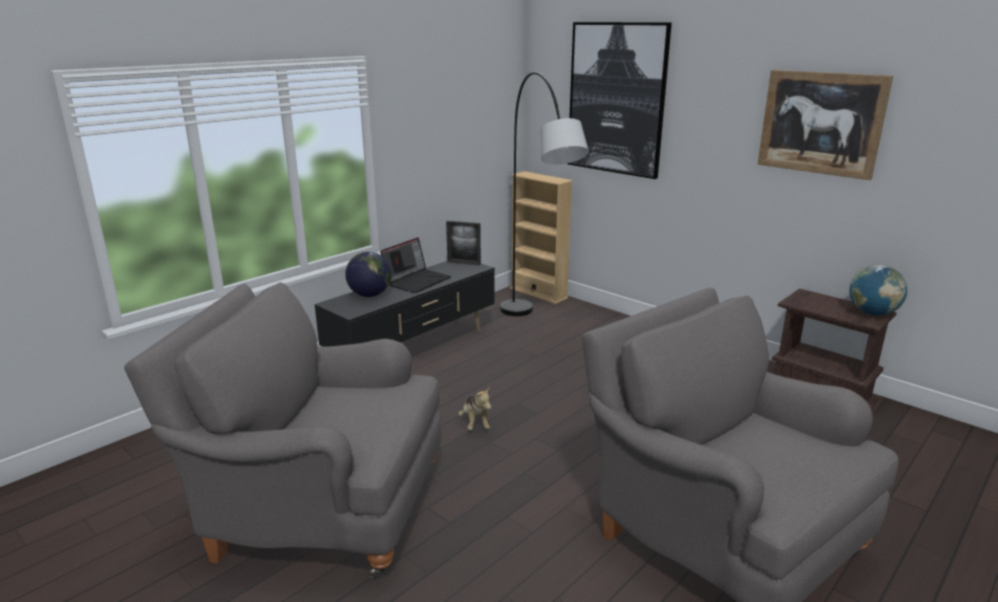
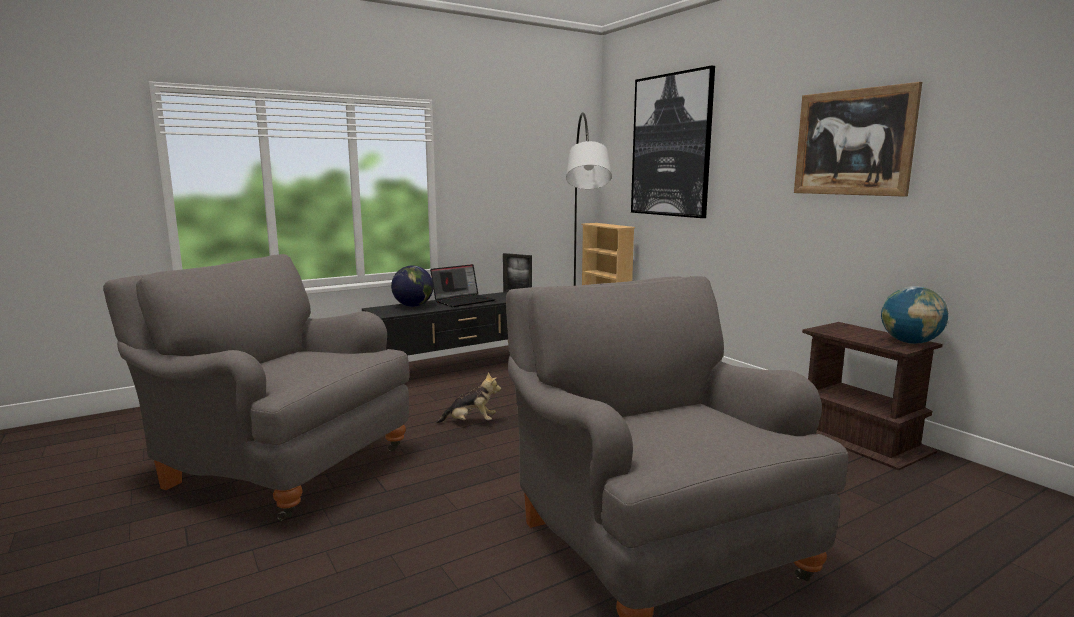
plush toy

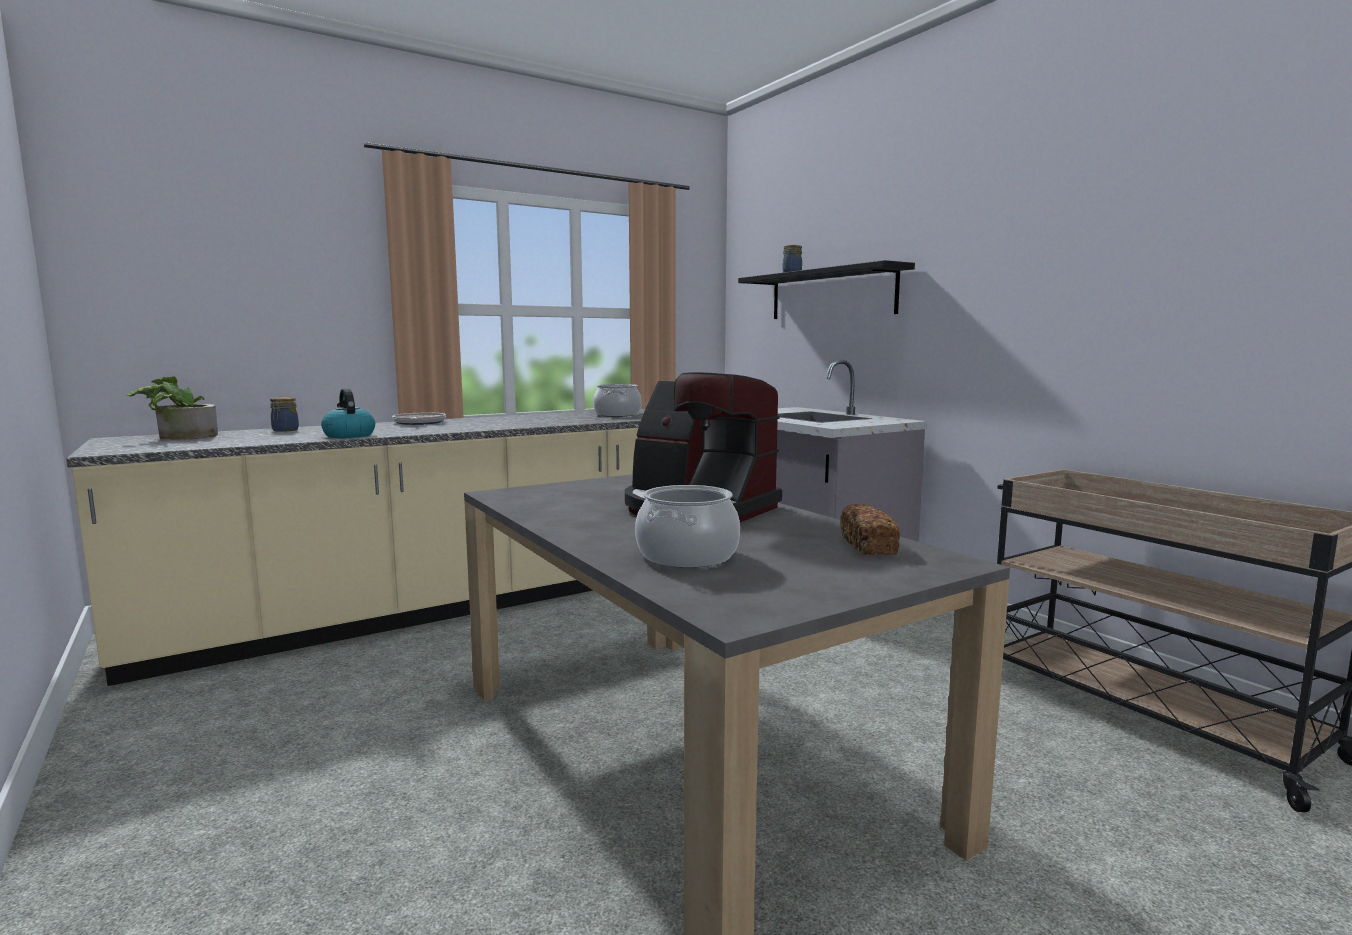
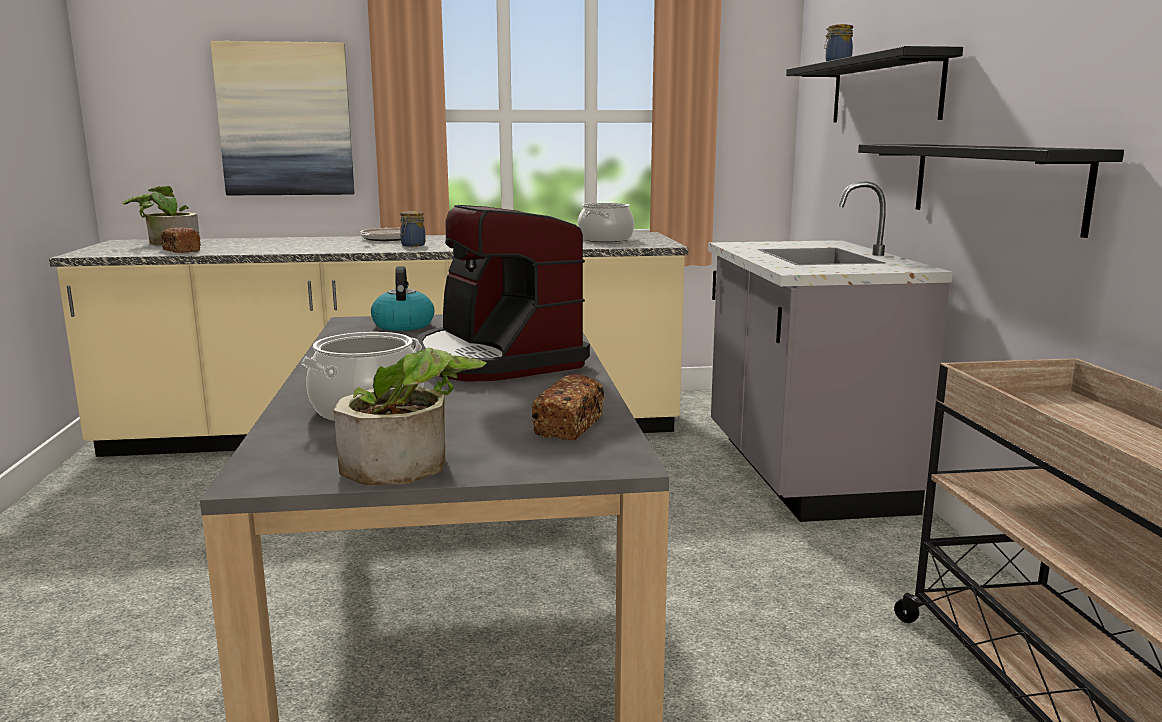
bread (1st from left)
picture
potted plant (2nd from left)
black shelf (2nd from left)
jar (1st from left)
kettle

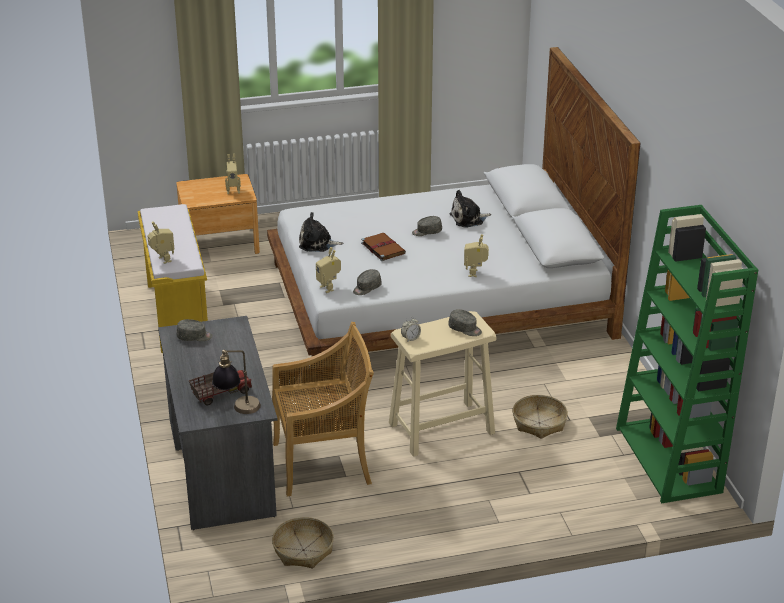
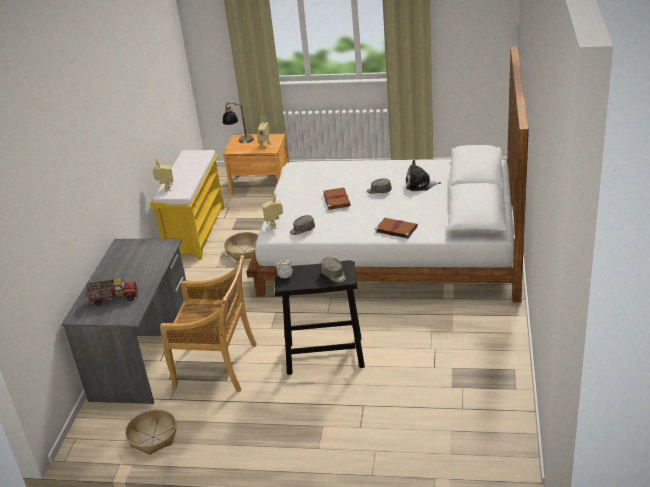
grey cap (1st from left in the first image)
plush toy (1st from left in the first image)
green bookcase
table lamp
basket (2nd from left)
brown book (2nd from left)
black stool

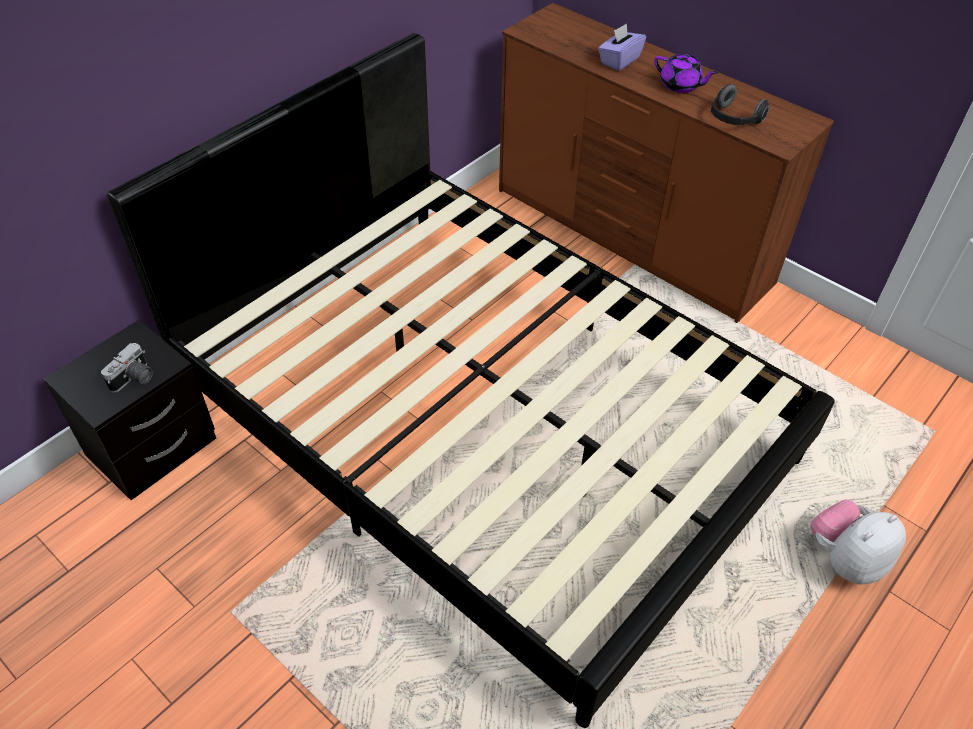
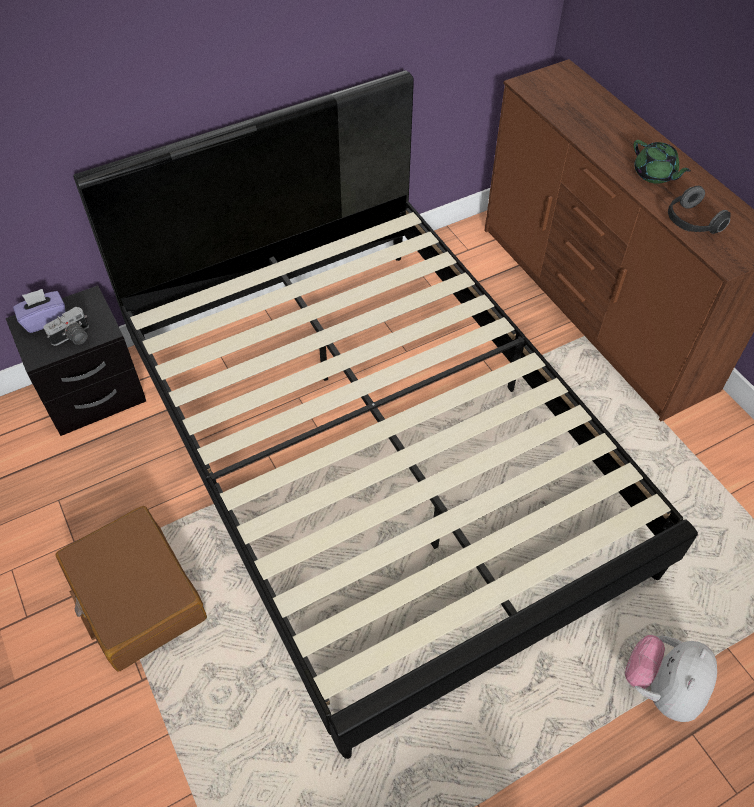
brown suitcase
purple tissue box
green teapot
plush toy

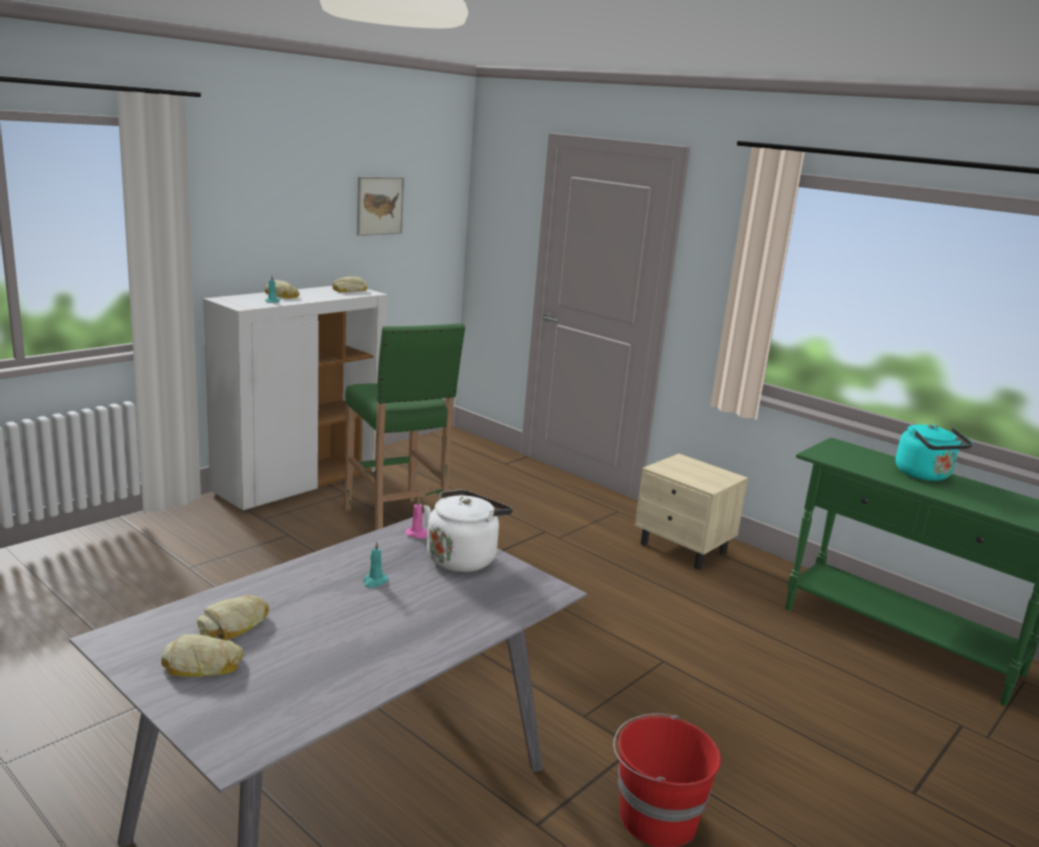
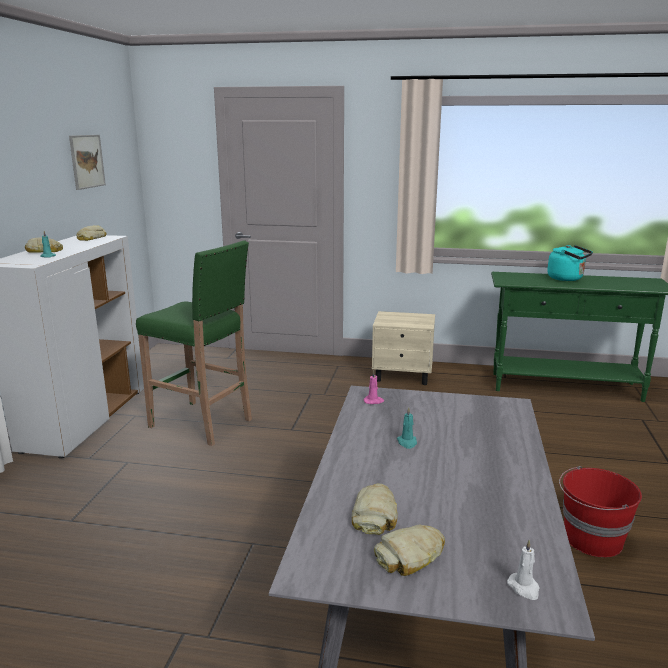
white kettle
white candle

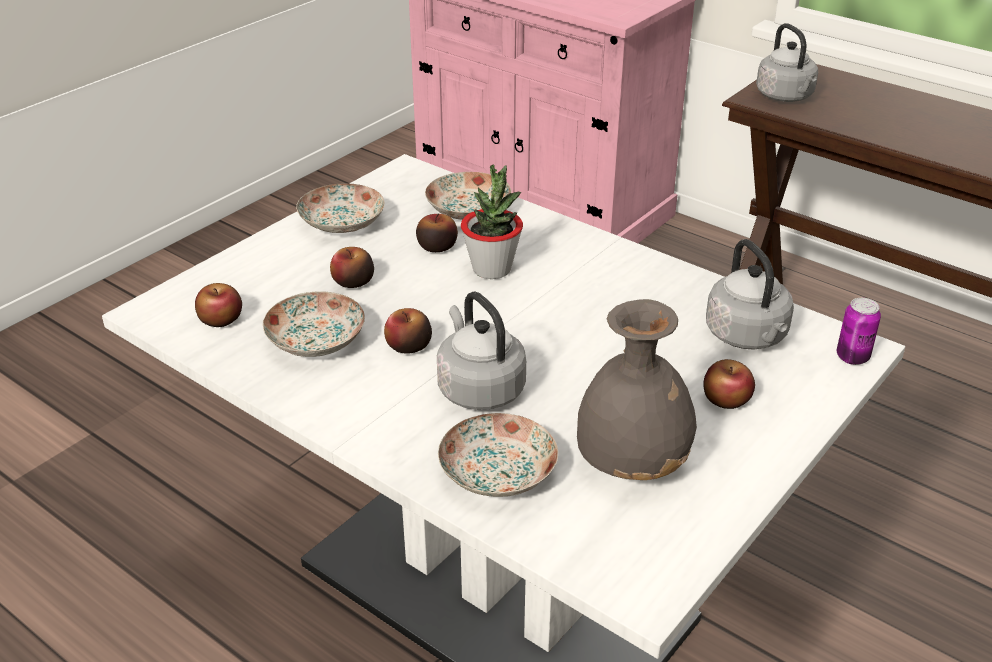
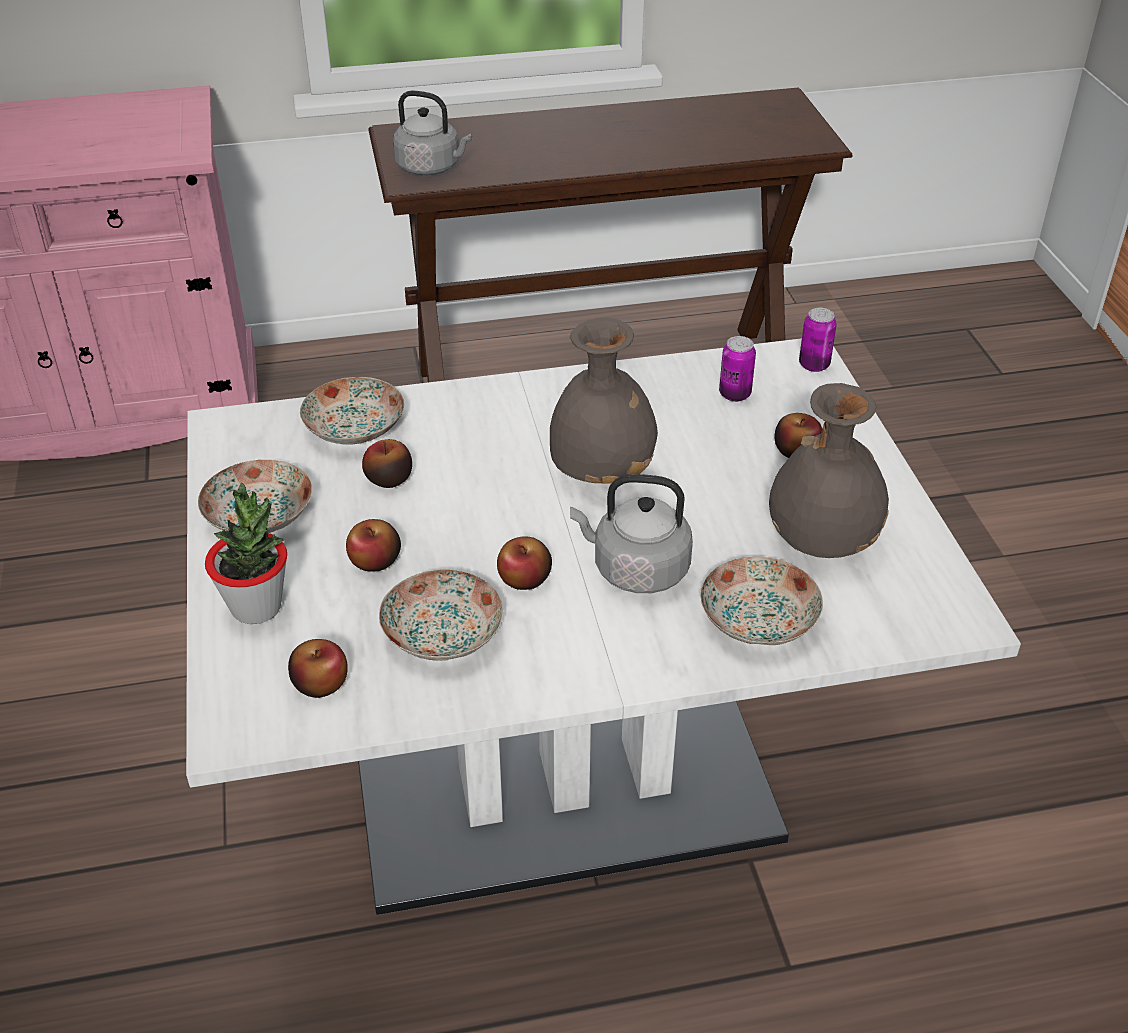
grey vase (1st from left)
potted plant
can (1st from left)

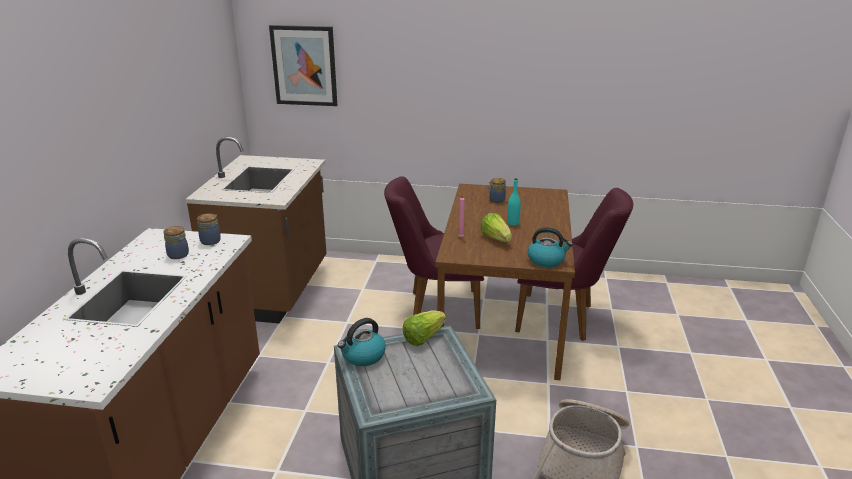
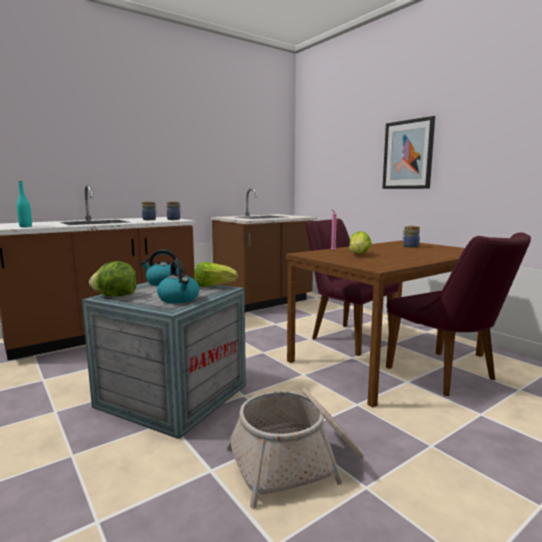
lettuce (1st from left)
picture
turquoise bottle
kettle (2nd from left)

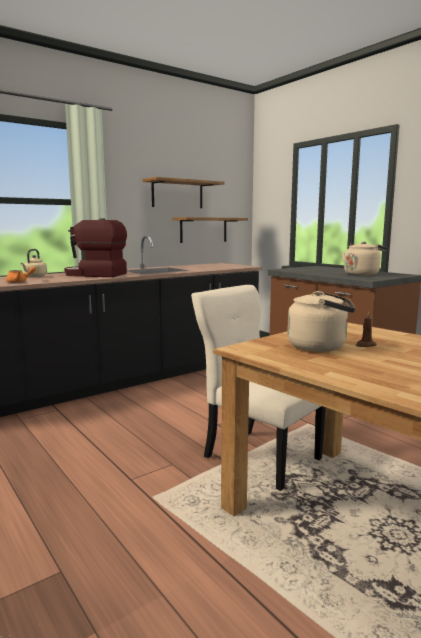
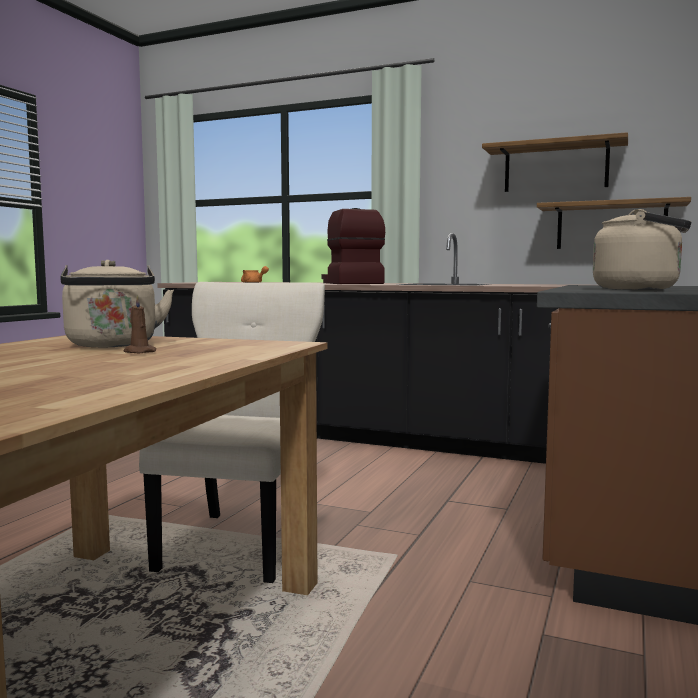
beige kettle (1st from left in the first image)

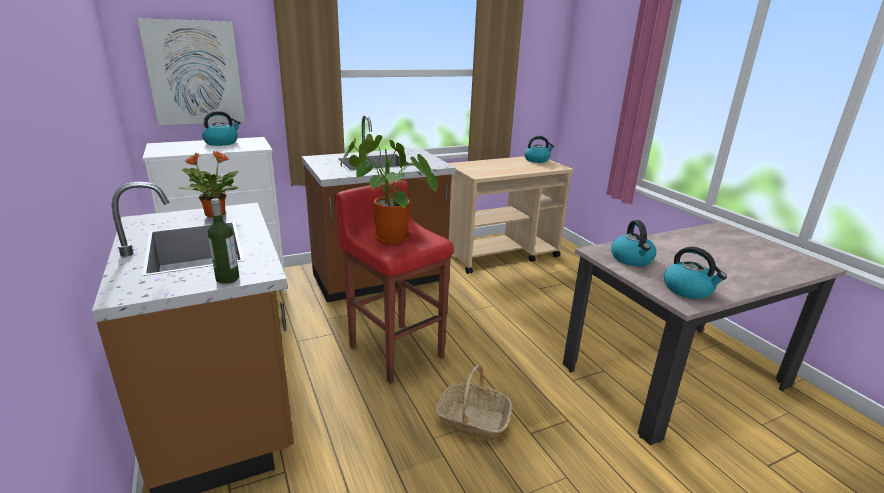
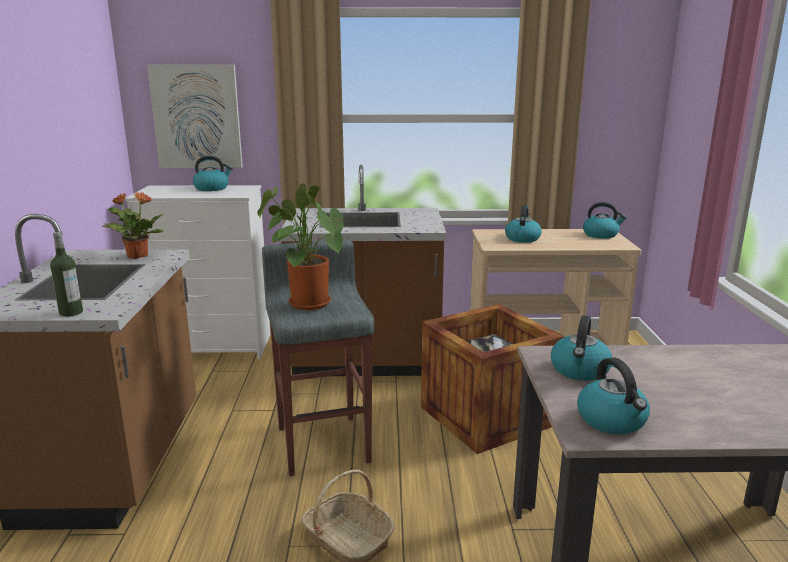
crate
kettle (2nd from left)
grey stool

